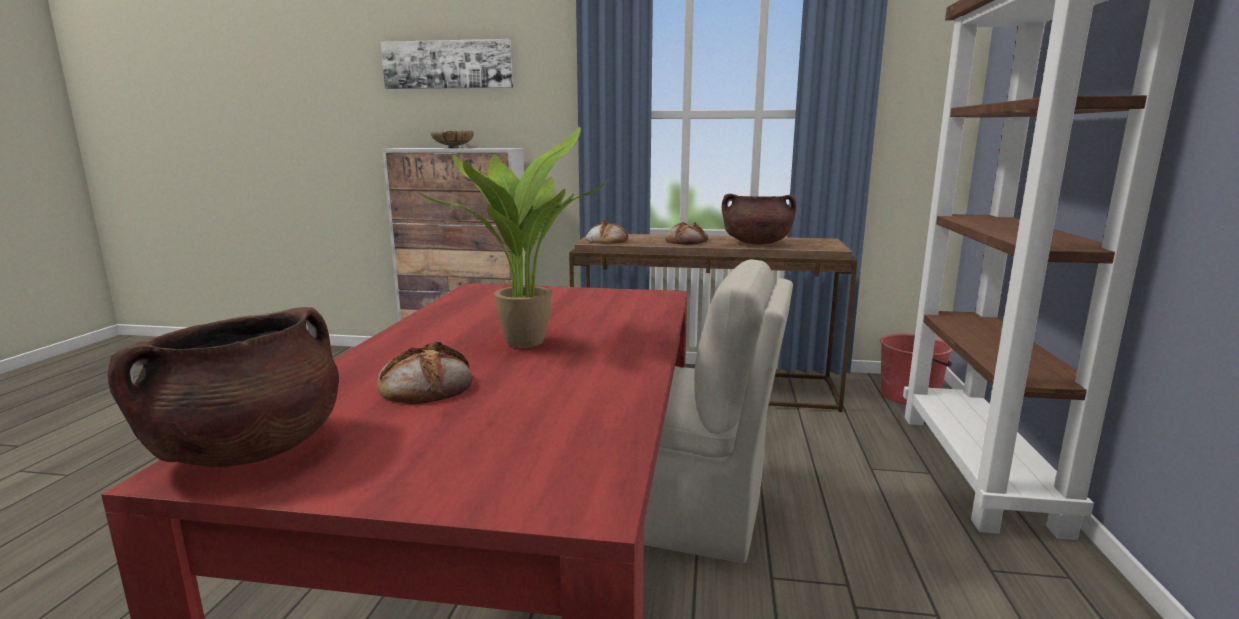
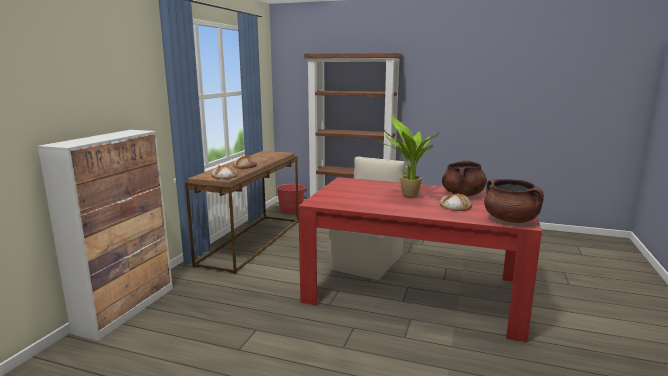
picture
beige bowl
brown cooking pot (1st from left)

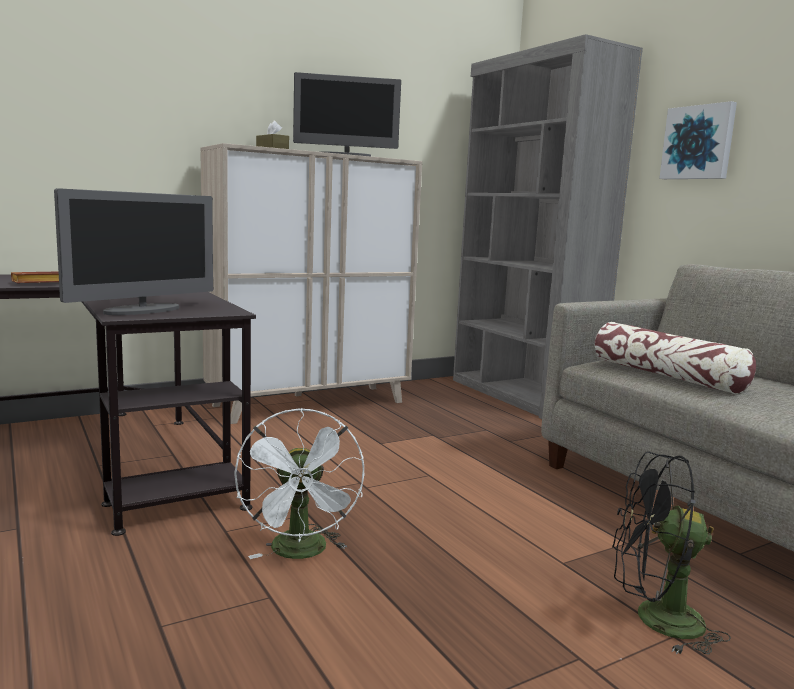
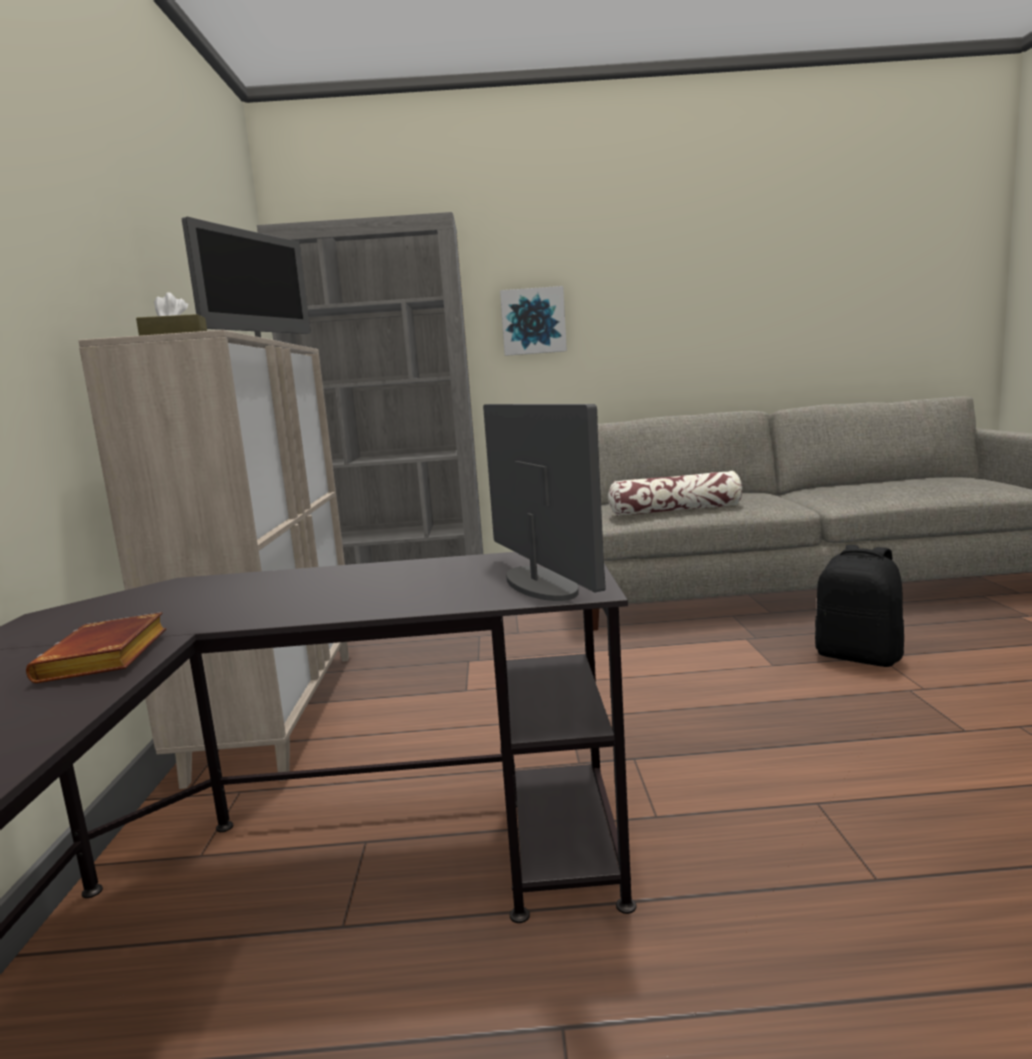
white fan
black backpack

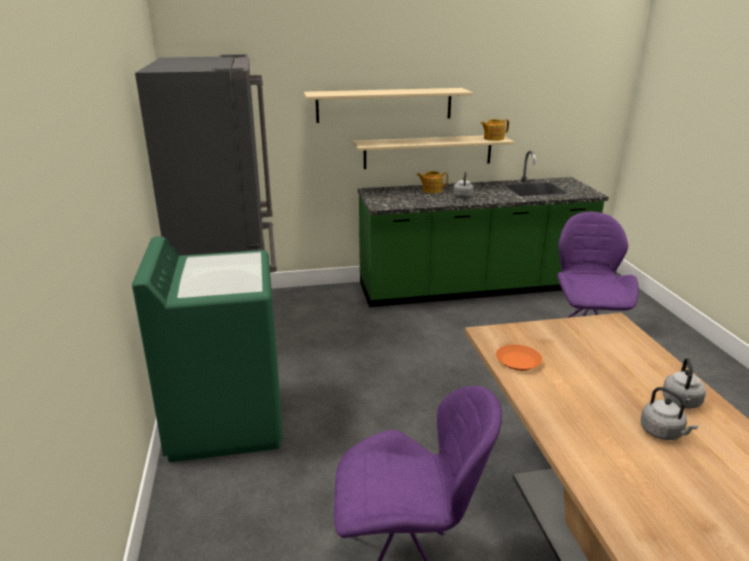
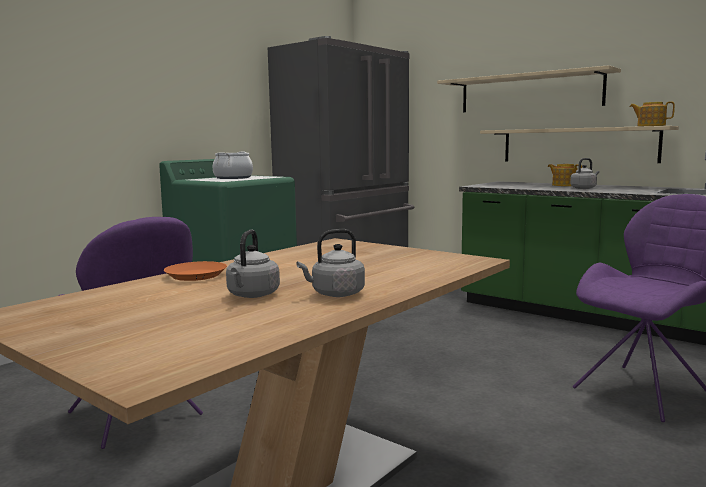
cooking pot
orange plate

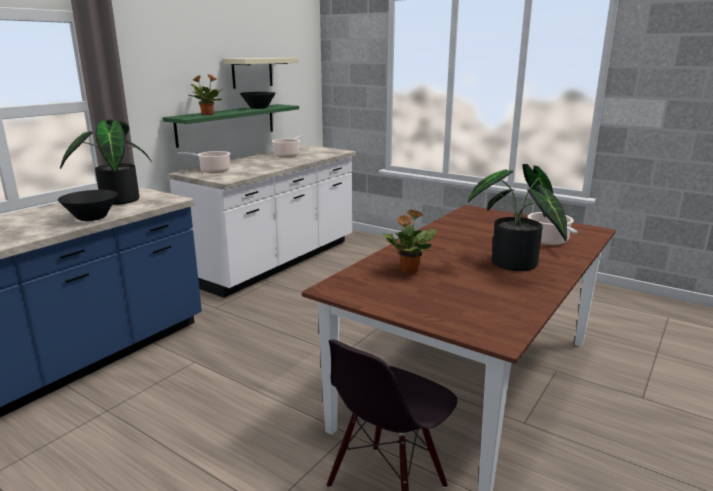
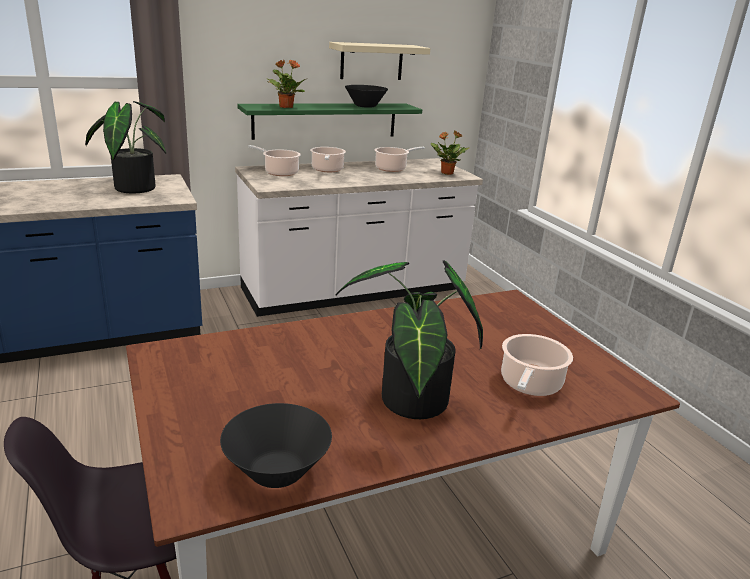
cooking pot (2nd from left)
black bowl (1st from left)
potted plant (4th from left)

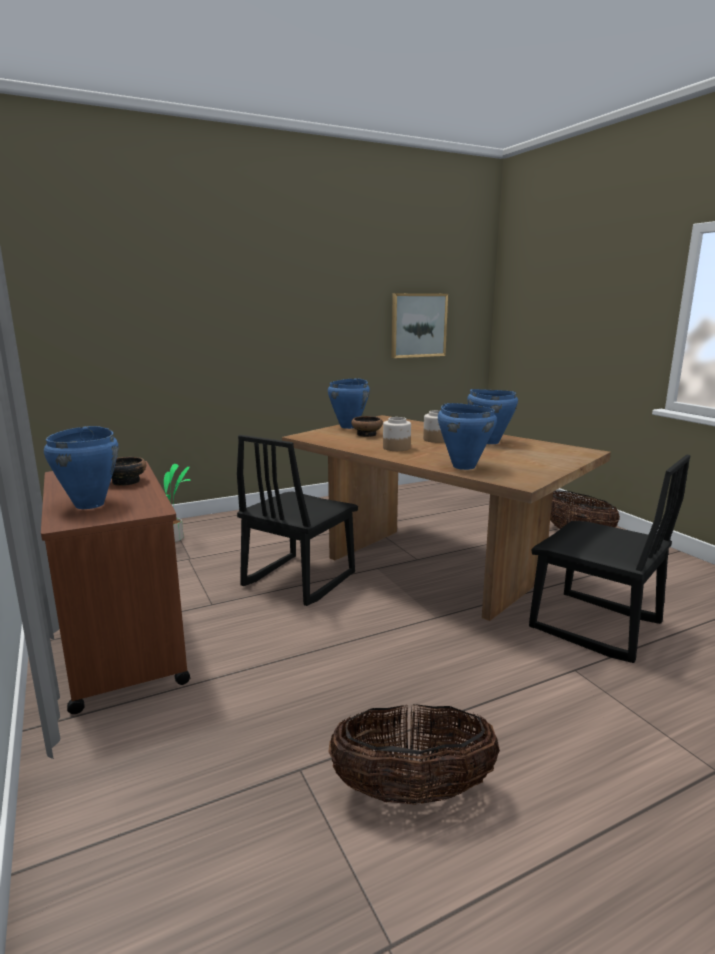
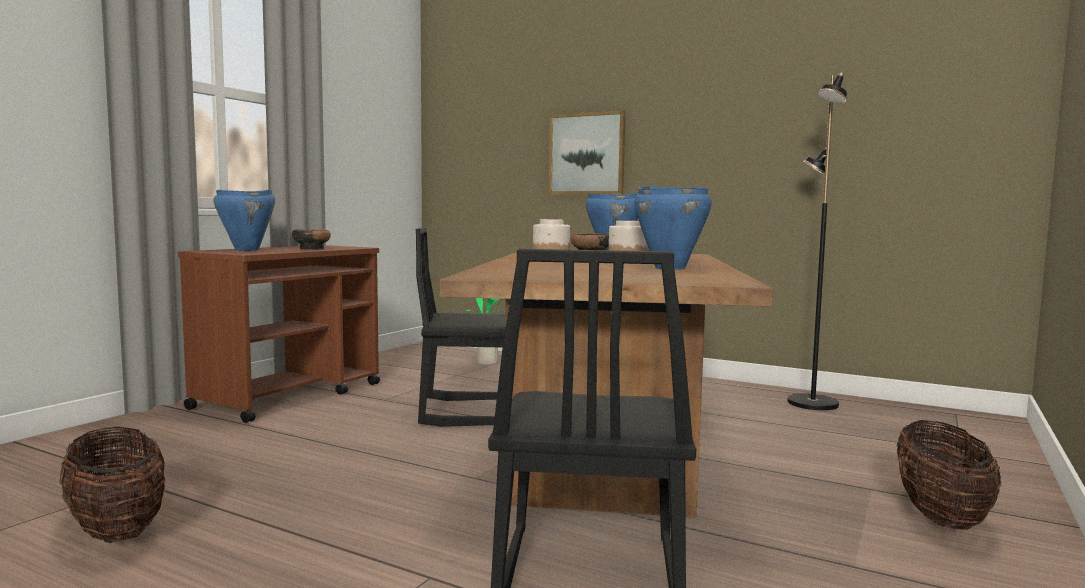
blue cooking pot (3rd from left in the first image)
black floor lamp
picture

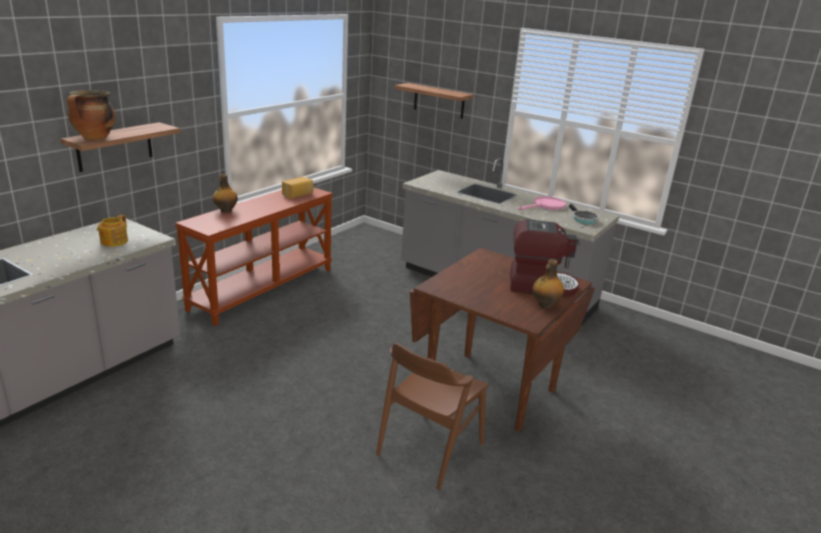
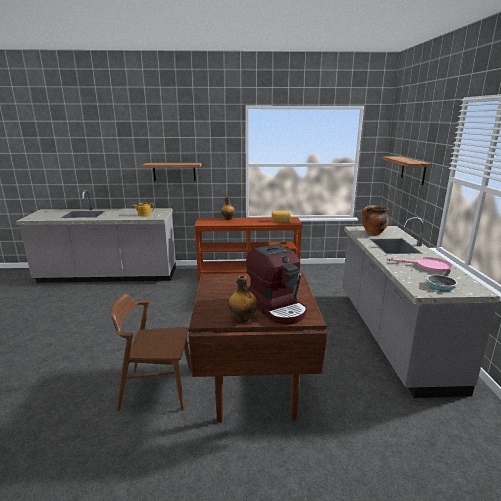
cooking pot

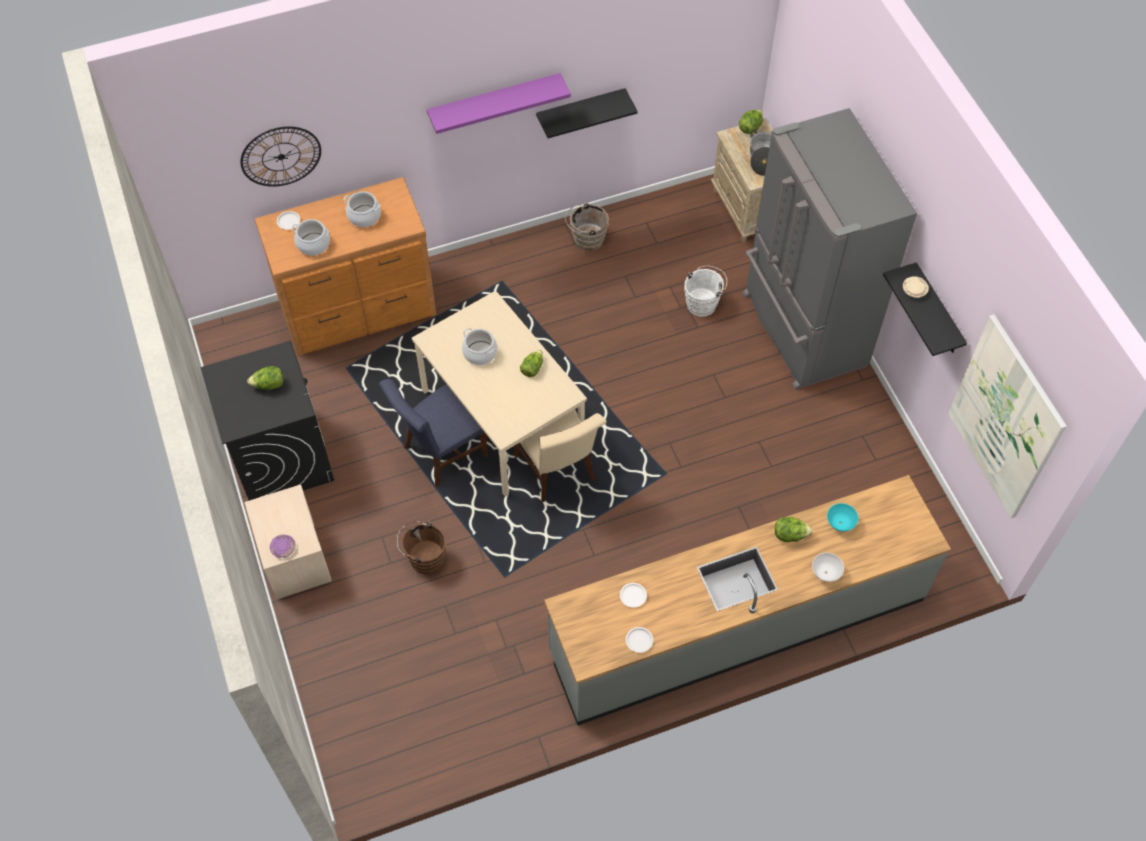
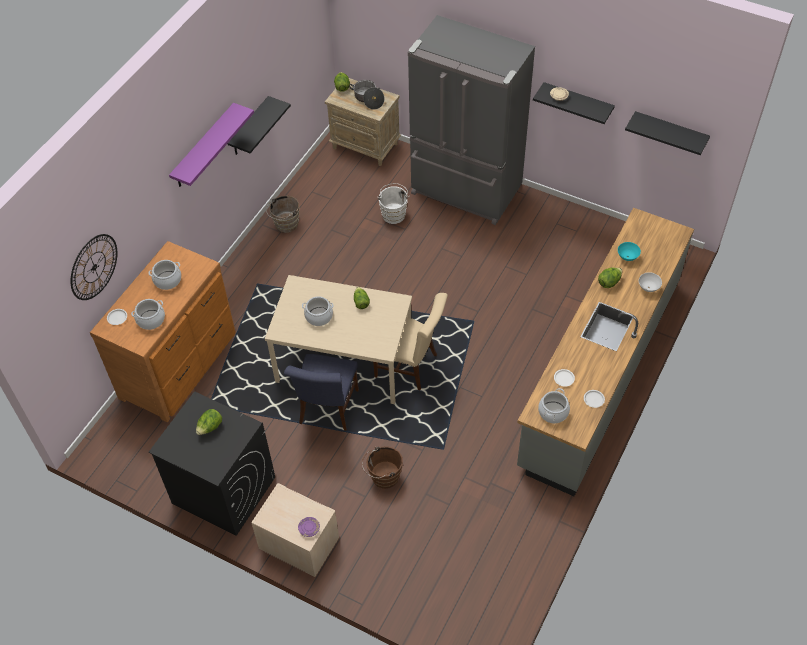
cooking pot (5th from left)
black shelf (3rd from left)

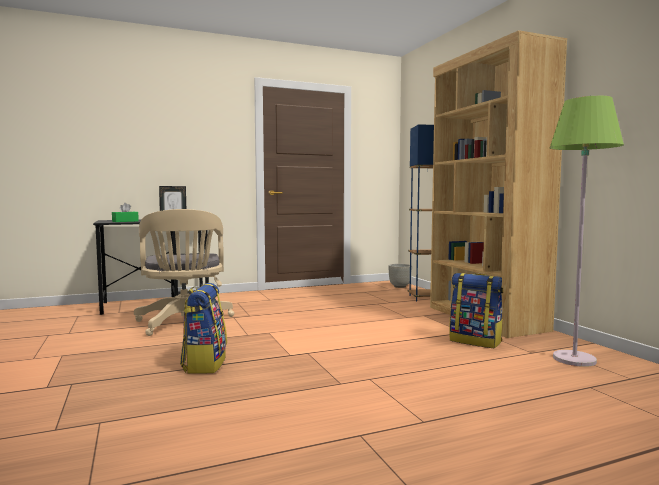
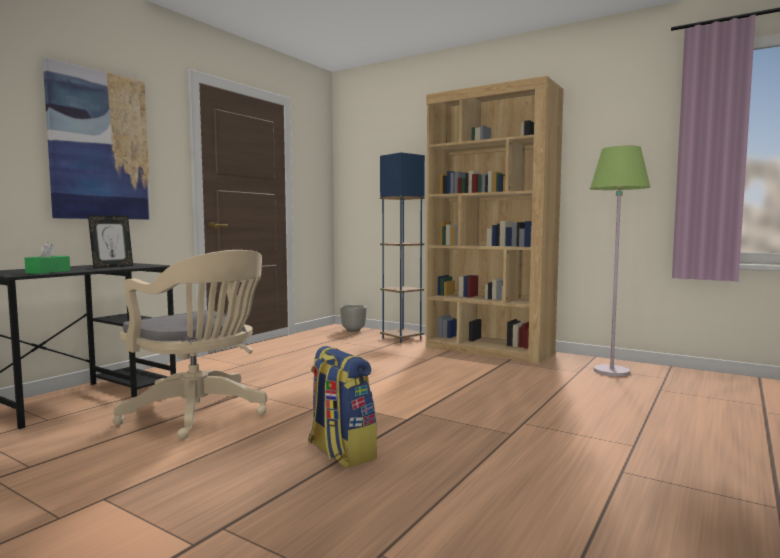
backpack (2nd from left in the first image)
picture

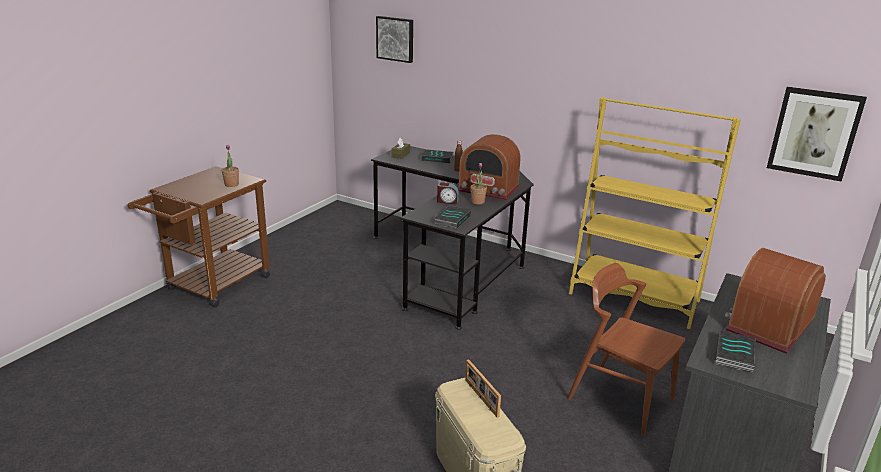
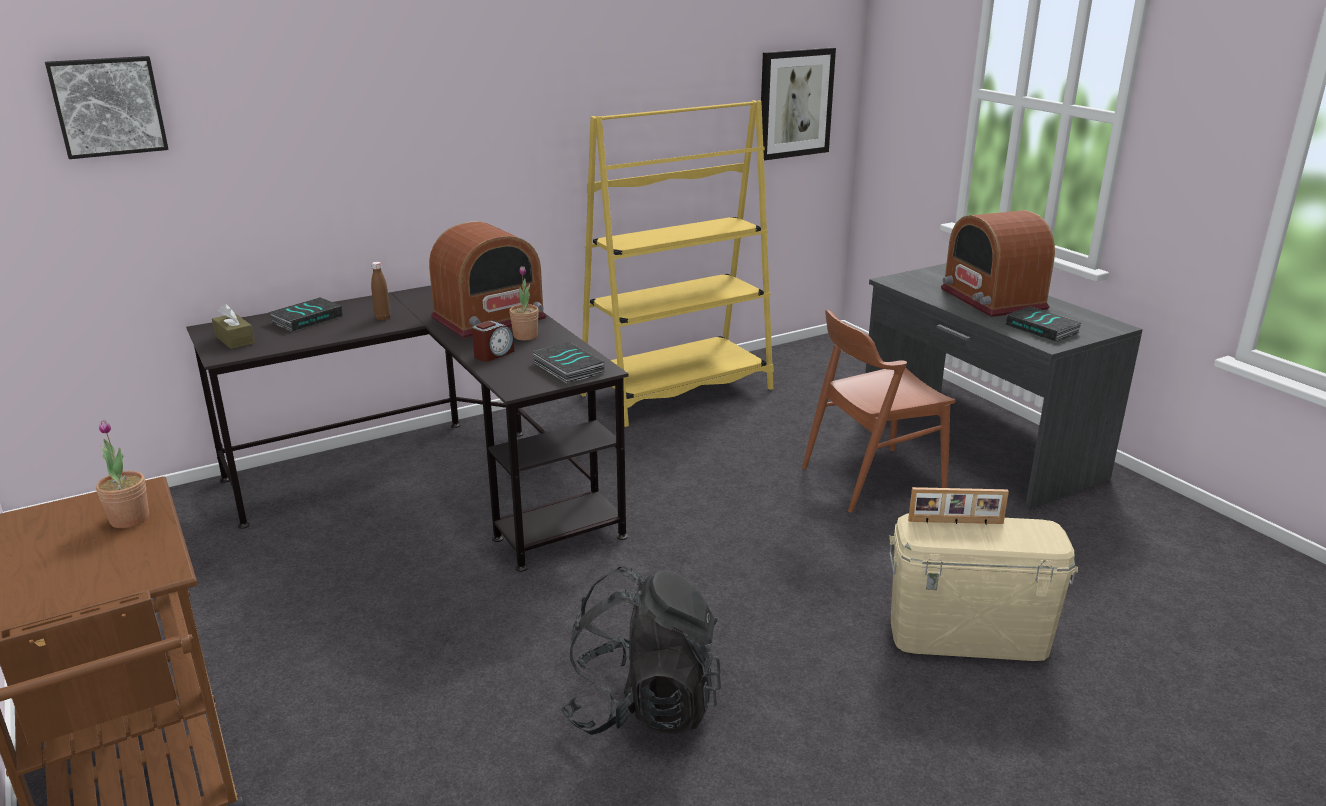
black backpack

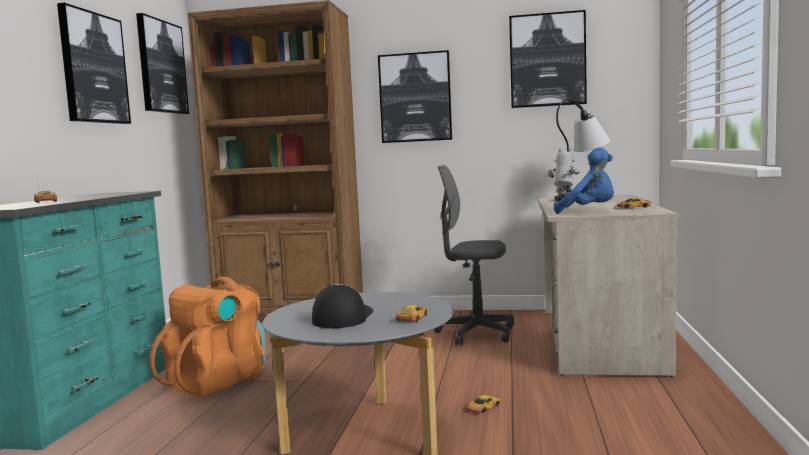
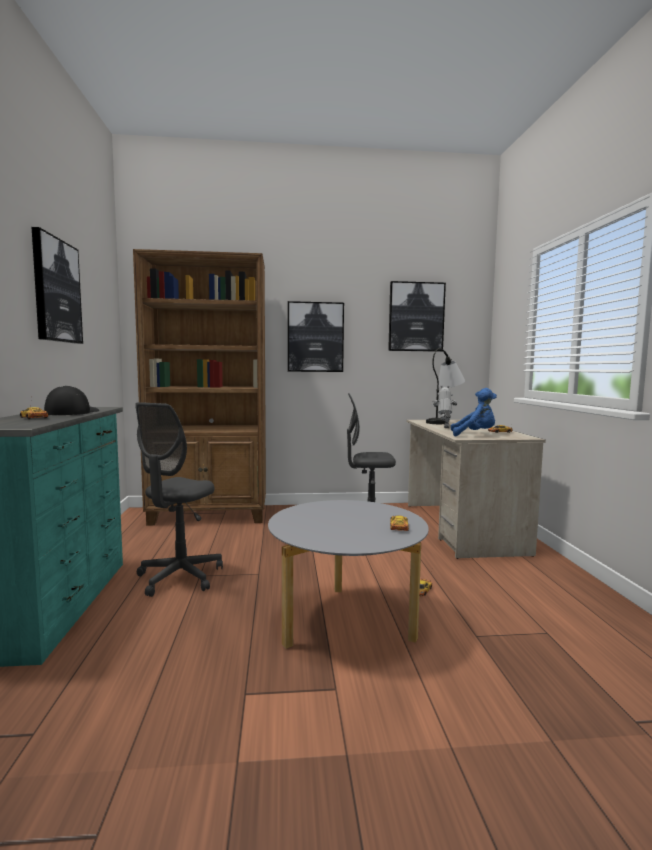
picture (2nd from left in the first image)
cap
grey office chair (1st from left)

